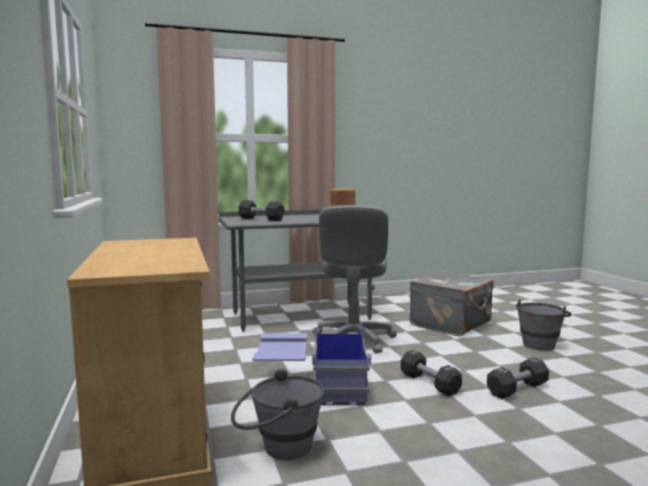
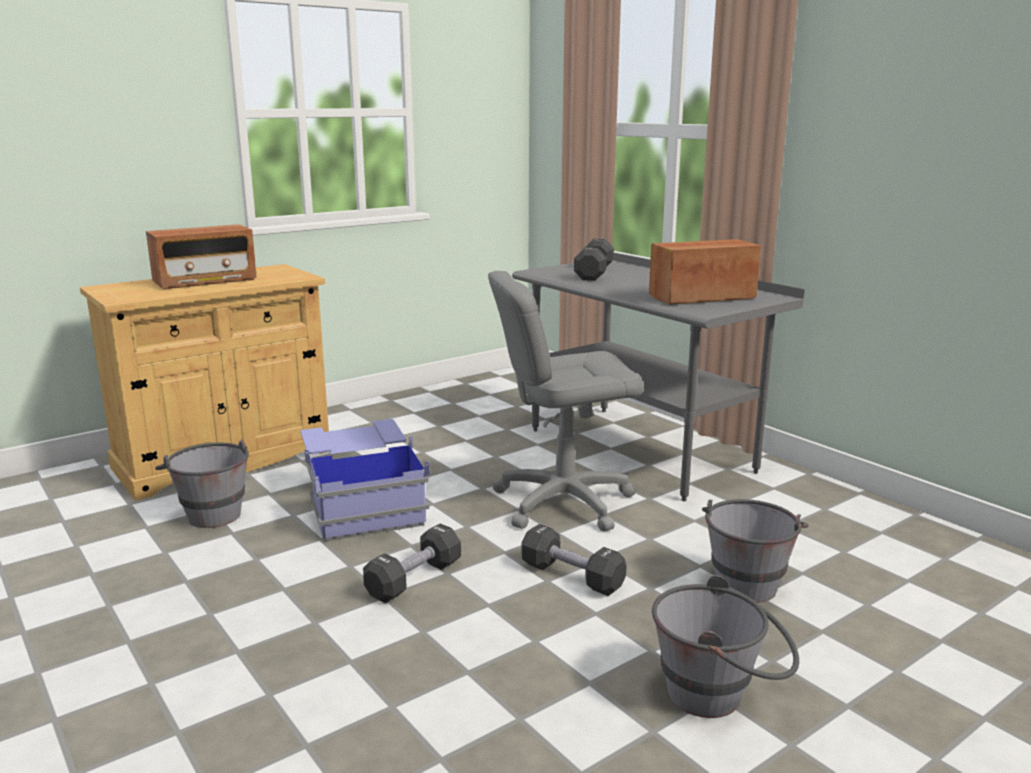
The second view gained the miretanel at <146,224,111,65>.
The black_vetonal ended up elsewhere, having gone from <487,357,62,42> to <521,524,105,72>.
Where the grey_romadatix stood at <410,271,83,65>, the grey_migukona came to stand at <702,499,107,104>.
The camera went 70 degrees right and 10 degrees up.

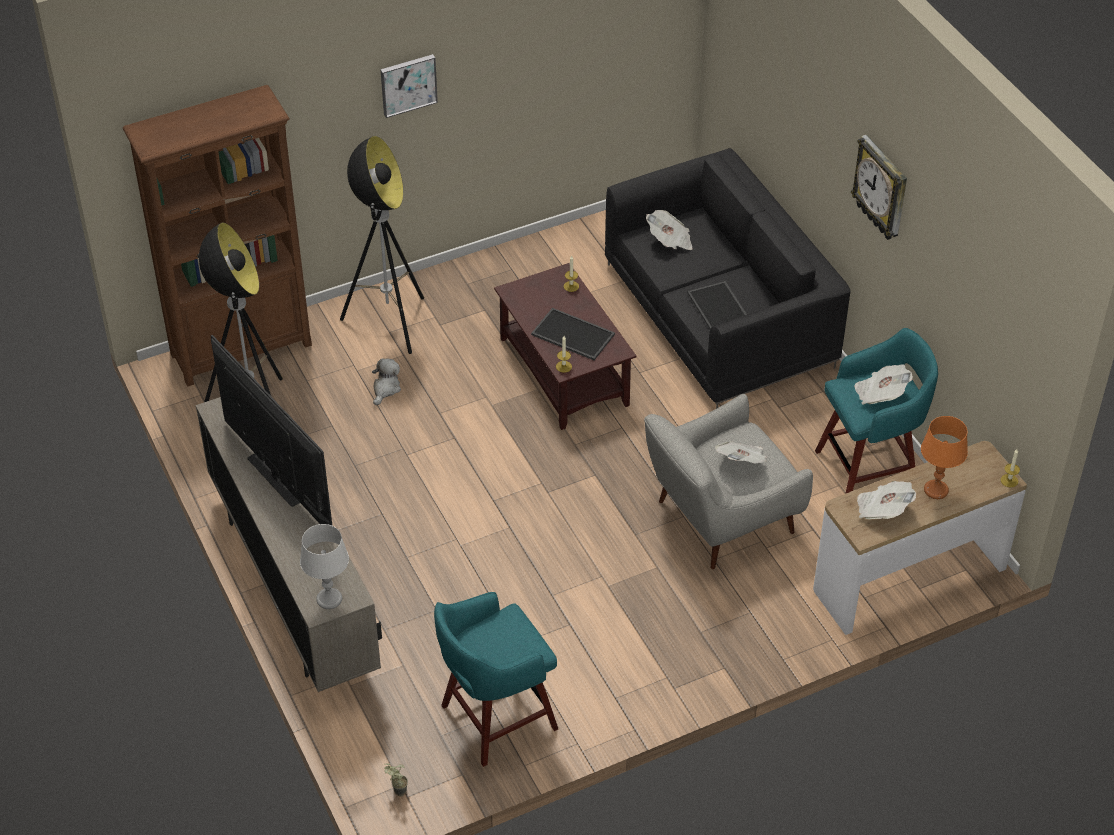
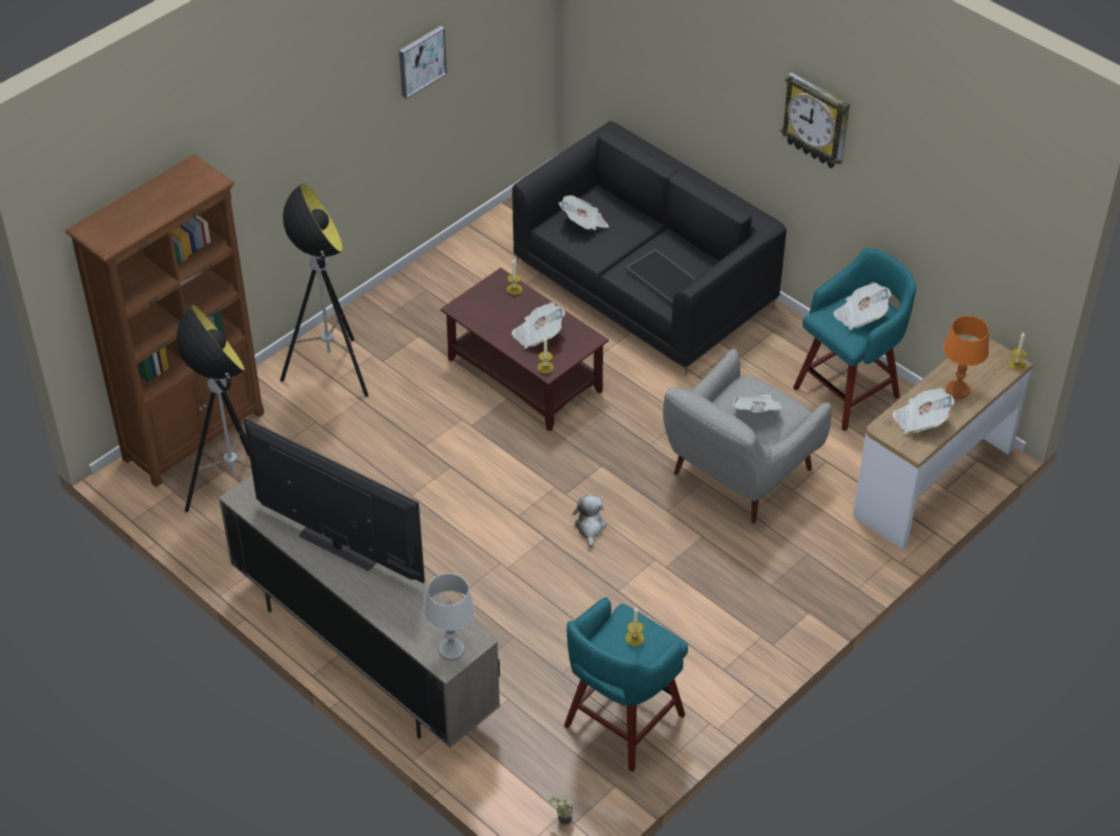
The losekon ended up elsewhere, having gone from <380,54,58,64> to <399,26,48,73>.
Where the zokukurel stood at <531,308,84,52>, the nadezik came to stand at <512,303,53,46>.
The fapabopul ended up elsewhere, having gone from <372,358,29,47> to <573,495,33,53>.
The second view gained the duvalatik at <625,607,19,39>.
The camera went 20 degrees left and 0 degrees up.

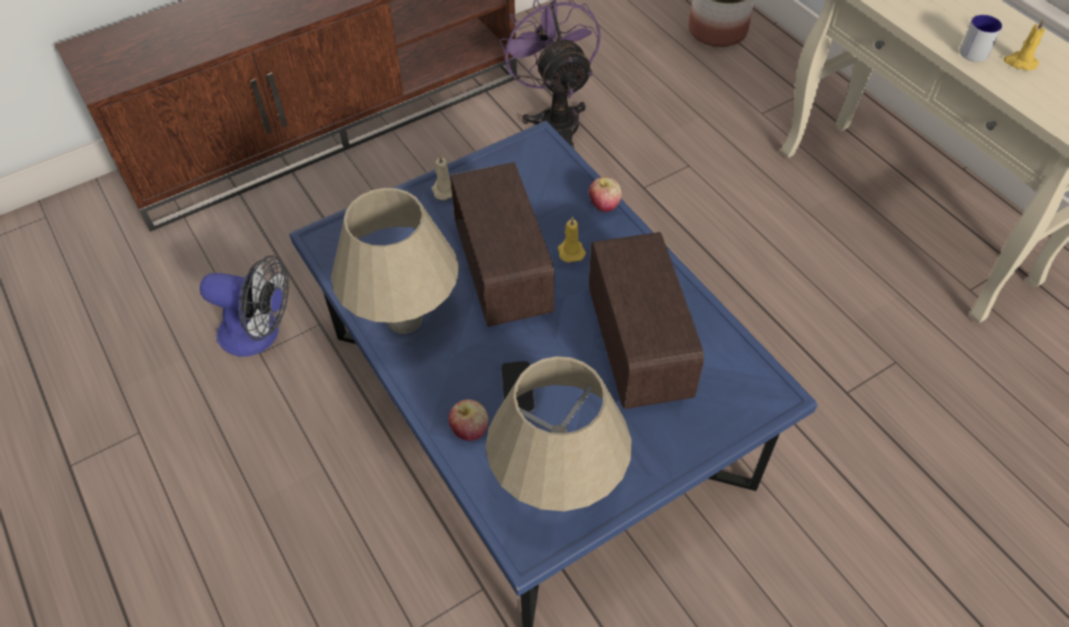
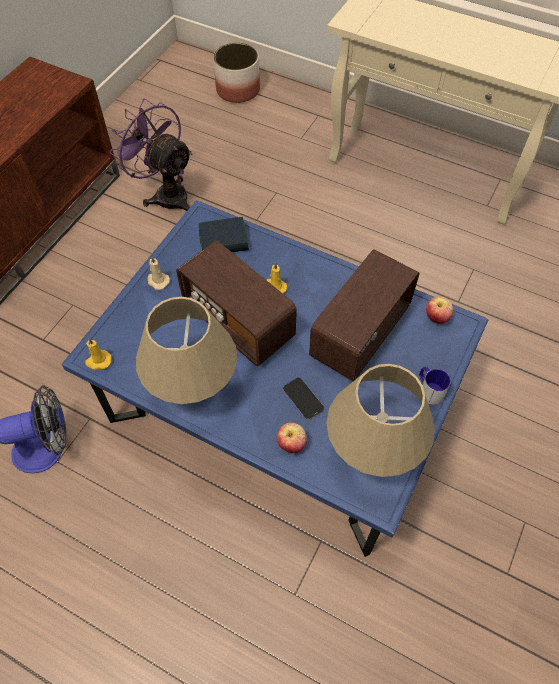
The yellow_duvalatik ended up elsewhere, having gone from <1003,18,42,53> to <85,338,26,32>.
The second view gained the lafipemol at <199,217,50,35>.
The miretanel at <589,232,115,177> ended up facing another way, 75 degrees clockwise from before.
The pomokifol ended up elsewhere, having gone from <959,15,43,47> to <419,367,32,38>.
The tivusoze ended up elsewhere, having gone from <589,177,33,35> to <426,296,27,28>.
The camera went 30 degrees left and 5 degrees up.

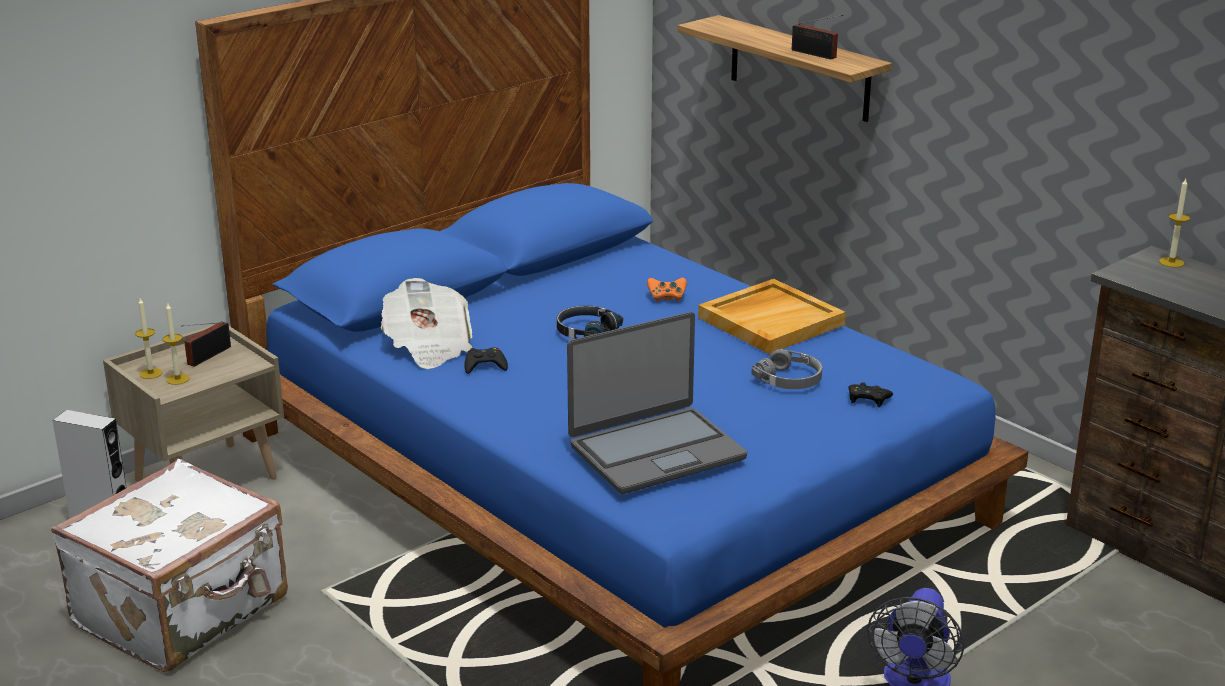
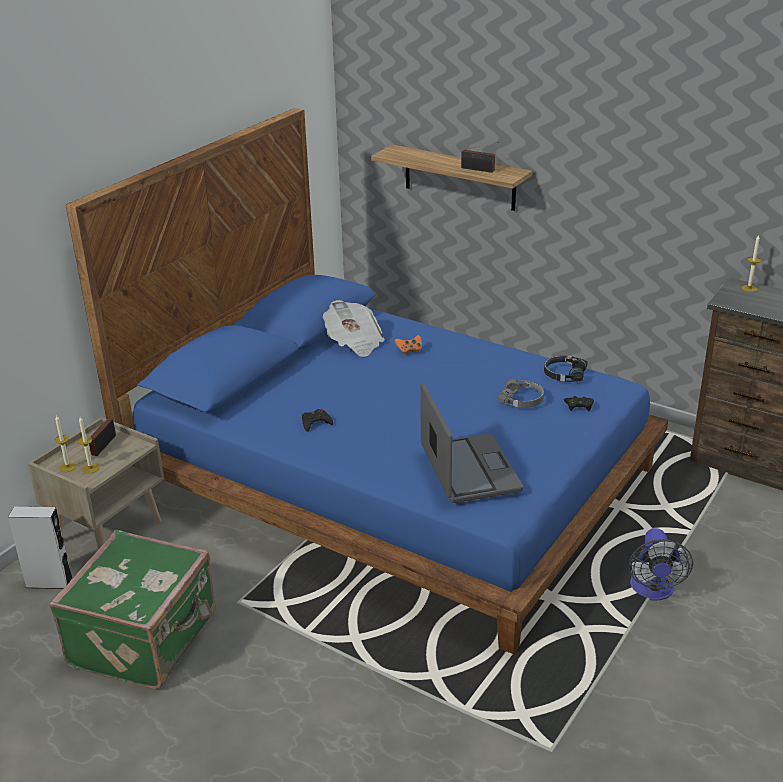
What was the white_romadatix at <51,459,237,213> turned into the green_romadatix at <49,530,167,159>.
The nadezik ended up elsewhere, having gone from <381,278,91,91> to <323,300,62,57>.
The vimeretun at <567,312,180,182> ended up facing another way, 60 degrees counterclockwise from before.
The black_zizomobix ended up elsewhere, having gone from <557,306,66,33> to <544,356,44,26>.
The second view lost the beige_zokukurel at <698,279,148,75>.
The camera went 15 degrees left and 5 degrees up.

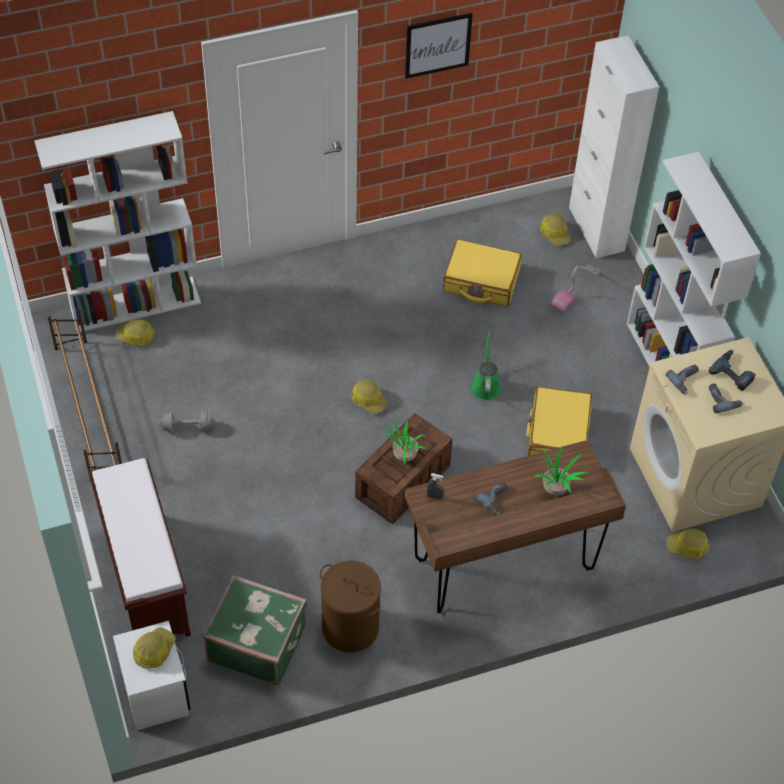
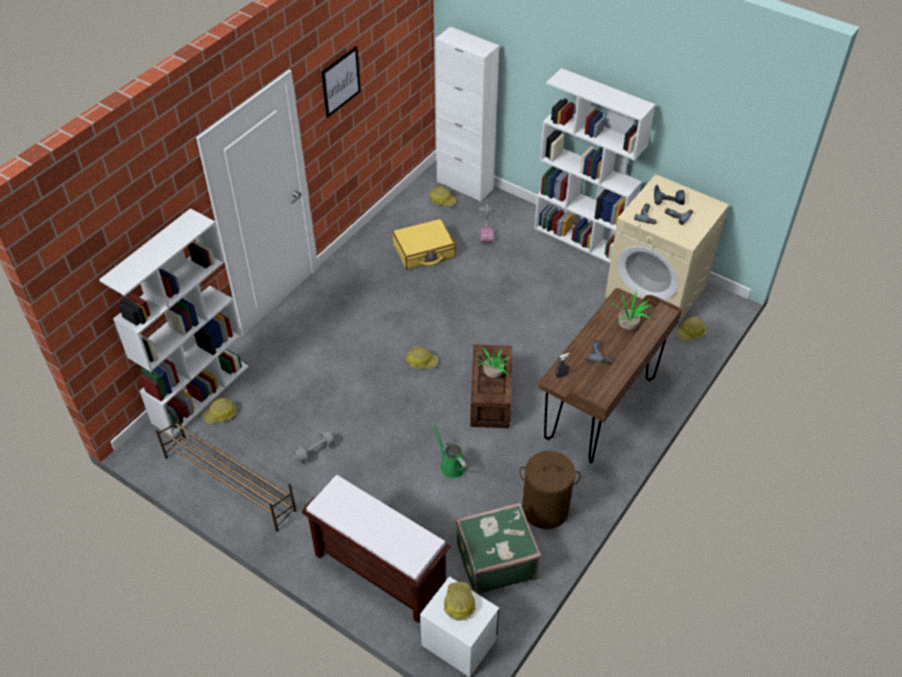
The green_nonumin ended up elsewhere, having gone from <471,332,30,69> to <432,422,35,56>.
The second view lost the yellow_romadatix at <526,387,66,69>.
The camera went 35 degrees left and 5 degrees down.

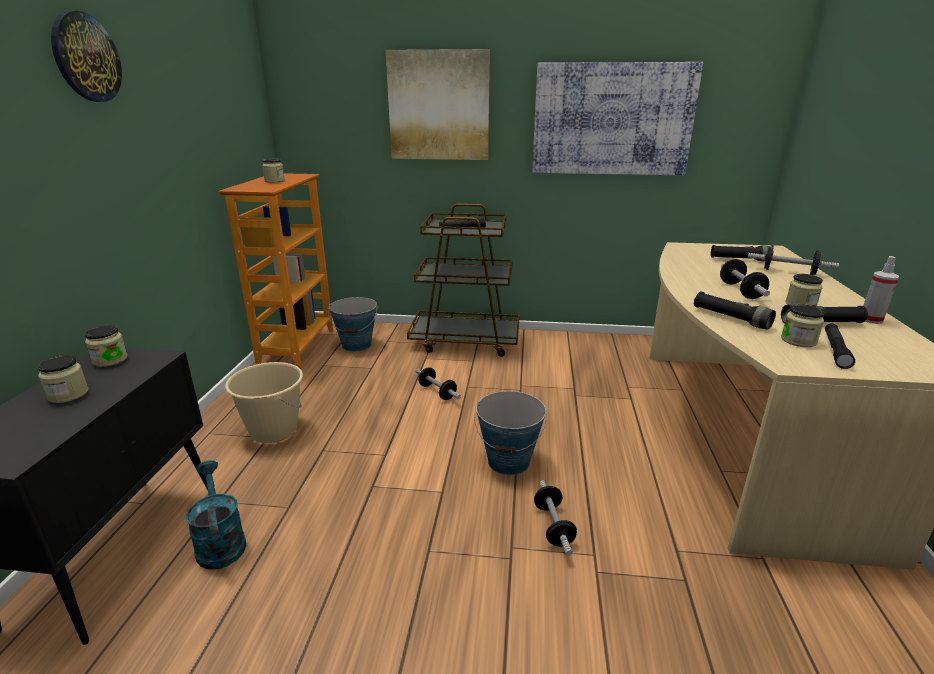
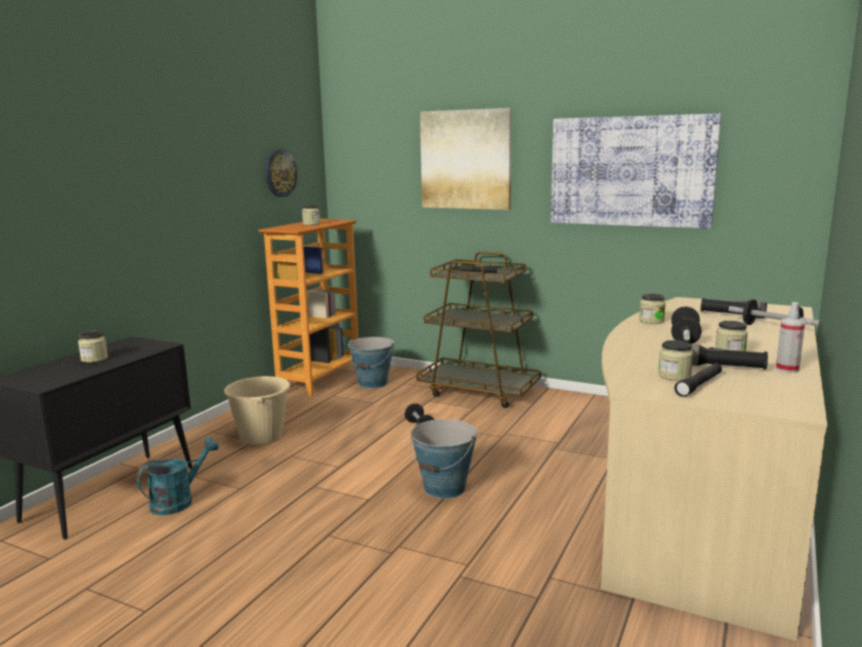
The turquoise_nonumin at <186,460,60,110> ended up facing another way, 45 degrees clockwise from before.
The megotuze ended up elsewhere, having gone from <51,11,71,91> to <265,149,32,48>.
The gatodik ended up elsewhere, having gone from <85,325,43,42> to <639,294,27,30>.
The second view lost the vetonal at <534,480,43,76>.
The second view lost the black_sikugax at <694,292,82,38>.
The camera went 20 degrees right and 10 degrees down.

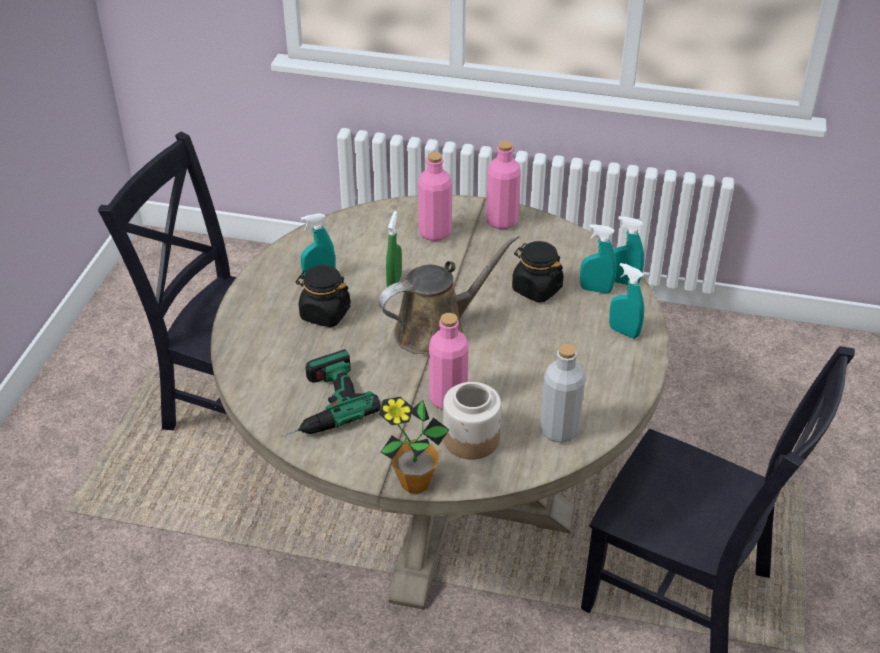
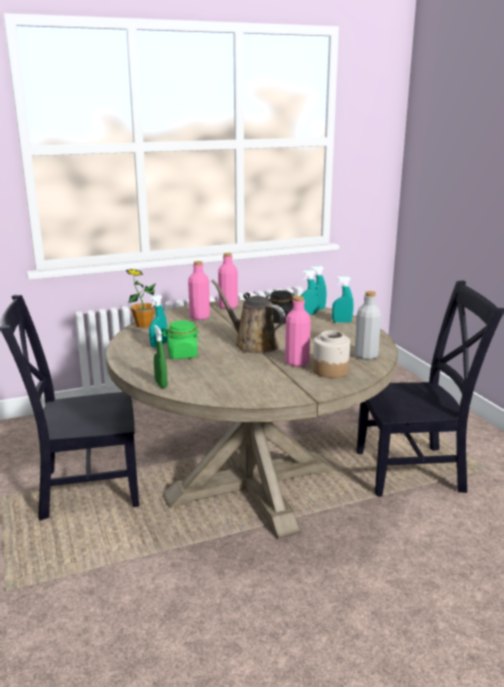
The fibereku ended up elsewhere, having gone from <379,397,70,97> to <126,269,30,59>.
The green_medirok ended up elsewhere, having gone from <386,211,16,76> to <154,325,13,63>.
What was the black_gatodik at <296,265,55,62> turned into the green_gatodik at <163,320,38,39>.
The brown_nonumin at <378,234,142,120> ended up facing another way, 75 degrees counterclockwise from before.
The second view lost the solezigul at <281,349,99,88>.
The camera went 35 degrees left and 20 degrees down.

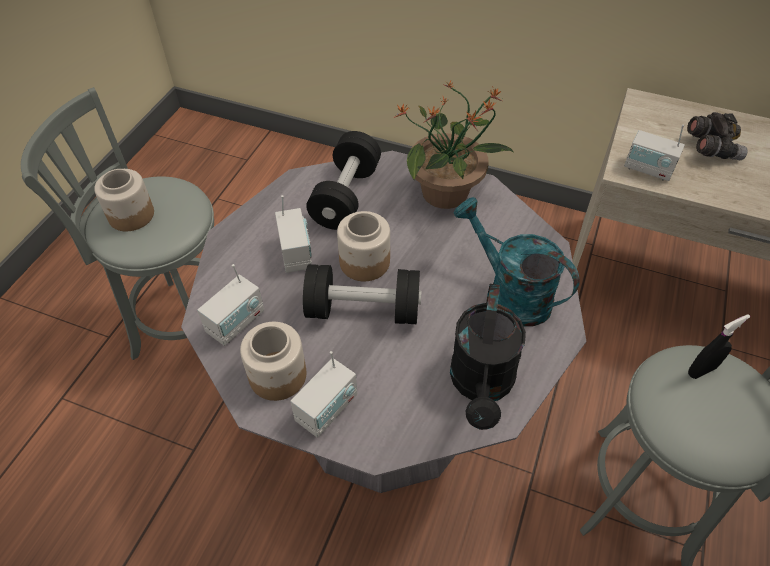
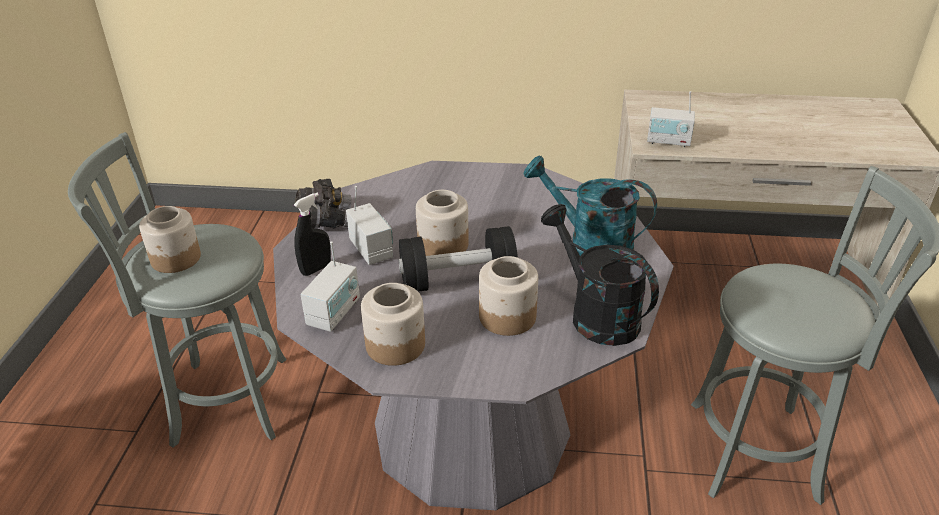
The black_medirok ended up elsewhere, having gone from <688,314,62,65> to <294,193,37,83>.
The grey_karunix ended up elsewhere, having gone from <687,112,61,49> to <296,179,55,49>.
The second view gained the gatodik at <479,256,59,80>.
The black_nonumin at <450,284,76,146> ended up facing another way, 150 degrees clockwise from before.
The second view lost the miretanel at <290,351,67,87>.
The second view lost the black_vetonal at <306,131,75,99>.
The second view lost the fibereku at <394,81,119,128>.
The camera went 15 degrees left and 15 degrees down.

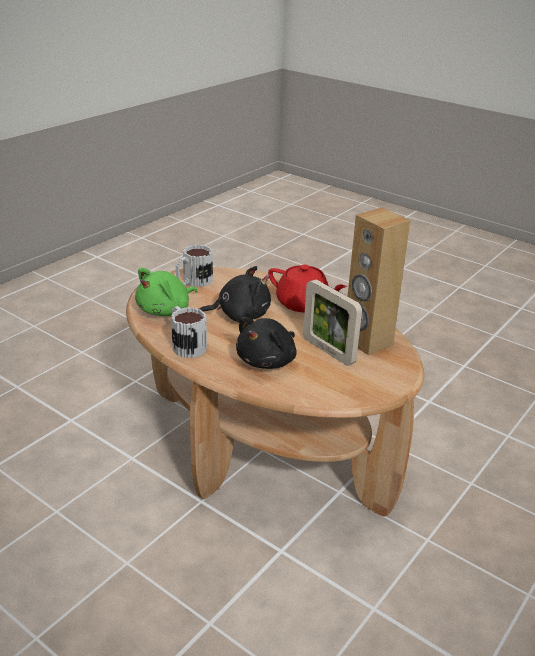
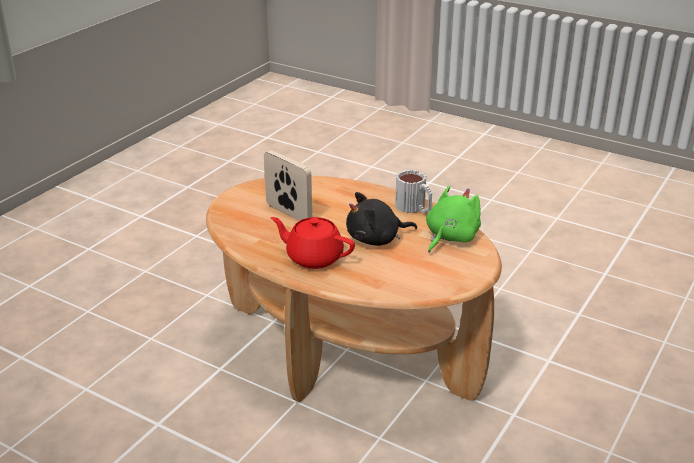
The second view lost the pomokifol at <176,245,37,42>.
The second view lost the black_fapabopul at <236,317,61,52>.
The second view lost the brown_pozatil at <348,208,62,147>.
The camera went 175 degrees right and 0 degrees up.

